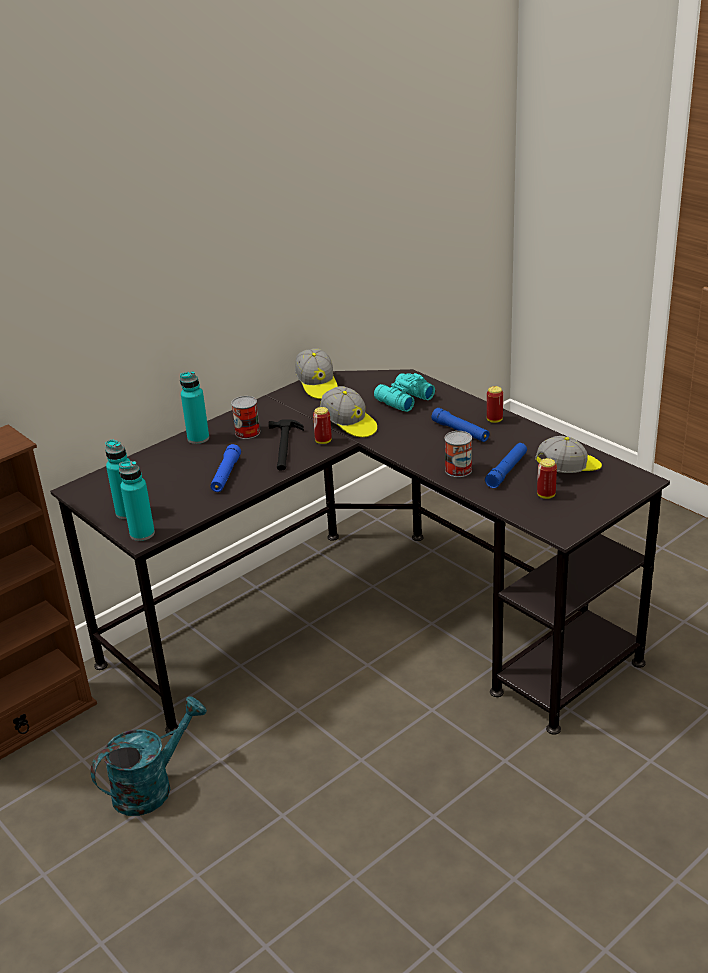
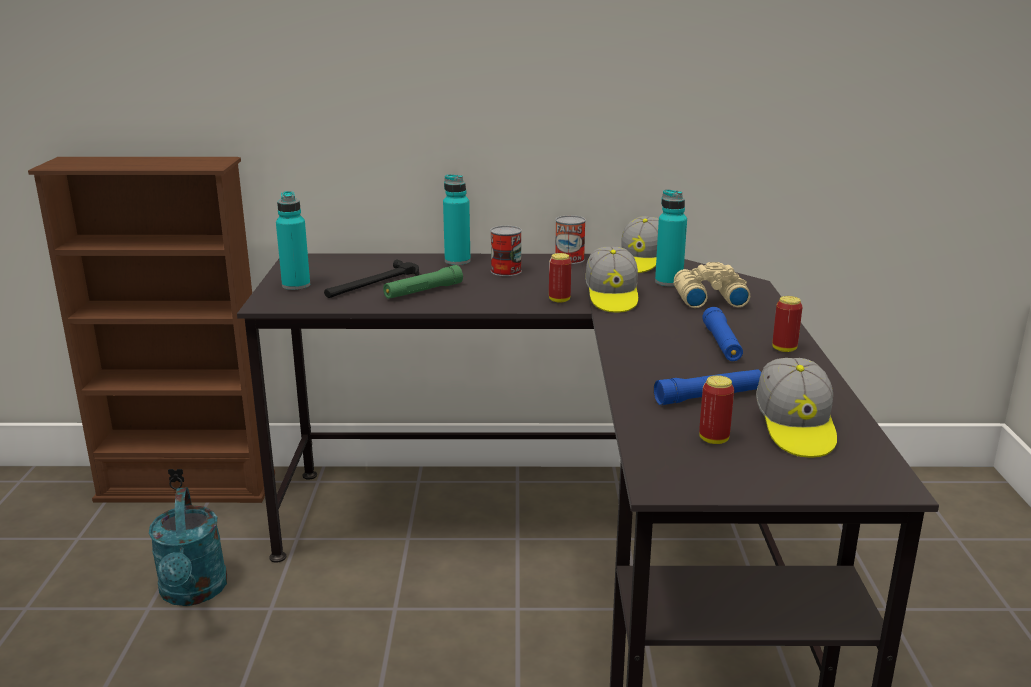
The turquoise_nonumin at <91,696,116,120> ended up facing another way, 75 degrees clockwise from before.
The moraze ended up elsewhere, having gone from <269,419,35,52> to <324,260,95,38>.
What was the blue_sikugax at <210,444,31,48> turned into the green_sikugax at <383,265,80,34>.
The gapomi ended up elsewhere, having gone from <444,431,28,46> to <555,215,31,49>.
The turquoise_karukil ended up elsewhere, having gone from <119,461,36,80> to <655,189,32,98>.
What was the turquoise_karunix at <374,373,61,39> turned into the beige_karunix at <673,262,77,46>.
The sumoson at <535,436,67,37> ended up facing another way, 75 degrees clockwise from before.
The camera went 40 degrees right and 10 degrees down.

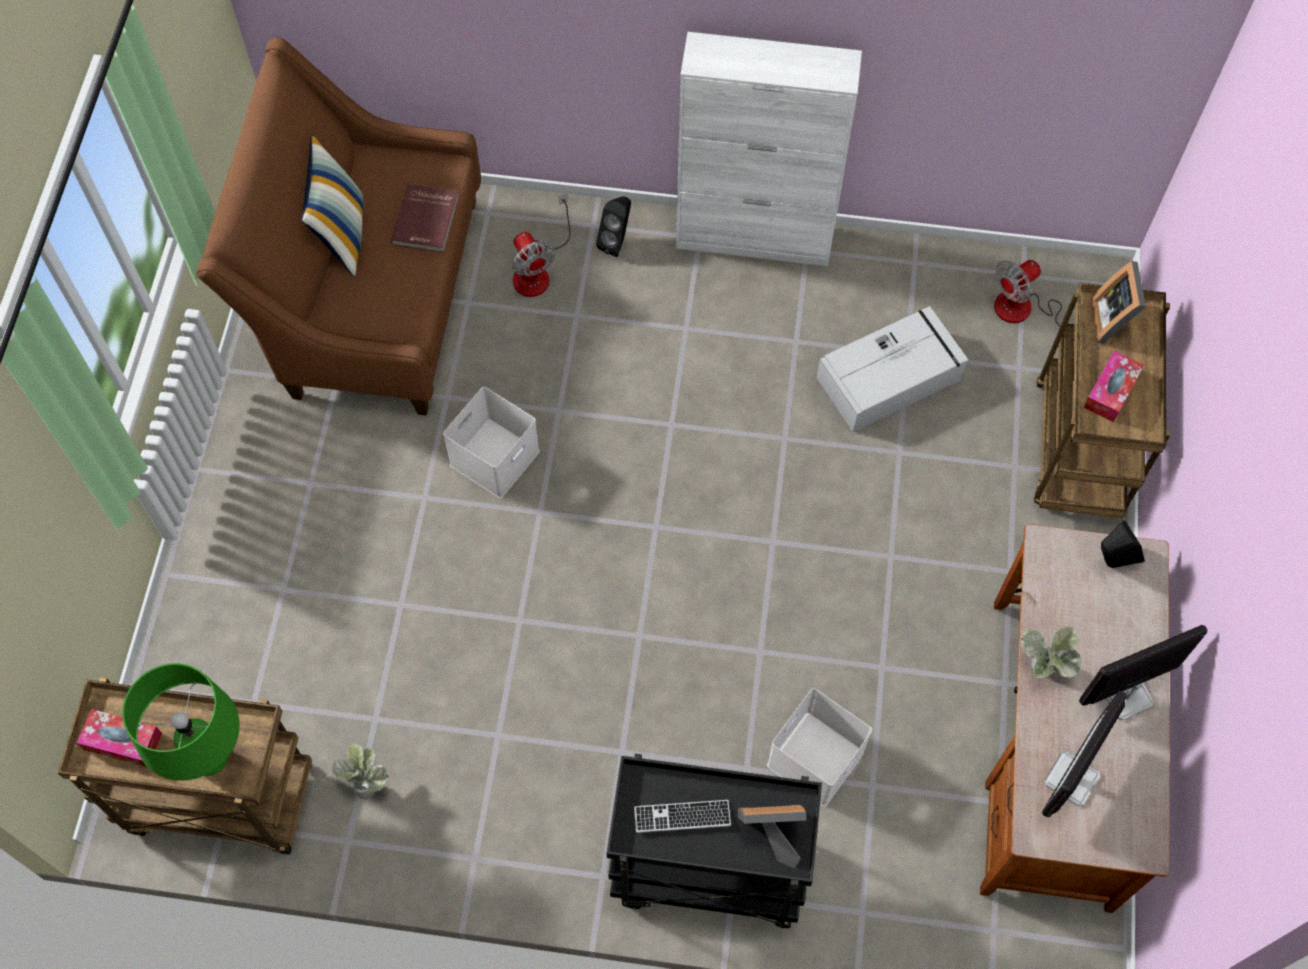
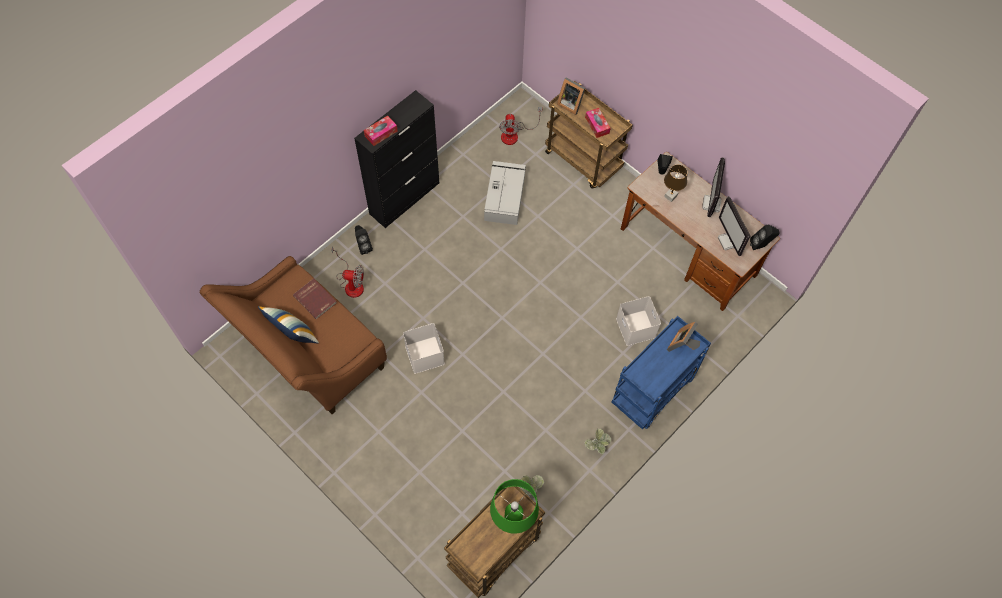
What was the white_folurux at <676,32,186,234> turned into the black_folurux at <354,90,85,138>.
The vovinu ended up elsewhere, having gone from <77,709,85,58> to <364,116,34,30>.
The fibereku ended up elsewhere, having gone from <1021,626,60,53> to <584,429,27,25>.
What was the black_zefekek at <606,754,216,175> turned into the blue_zefekek at <612,316,99,114>.
The second view gained the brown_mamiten at <664,164,23,38>.
The second view gained the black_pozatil at <750,225,29,25>.
The second view lost the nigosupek at <634,800,97,33>.
The camera went 55 degrees left and 0 degrees up.

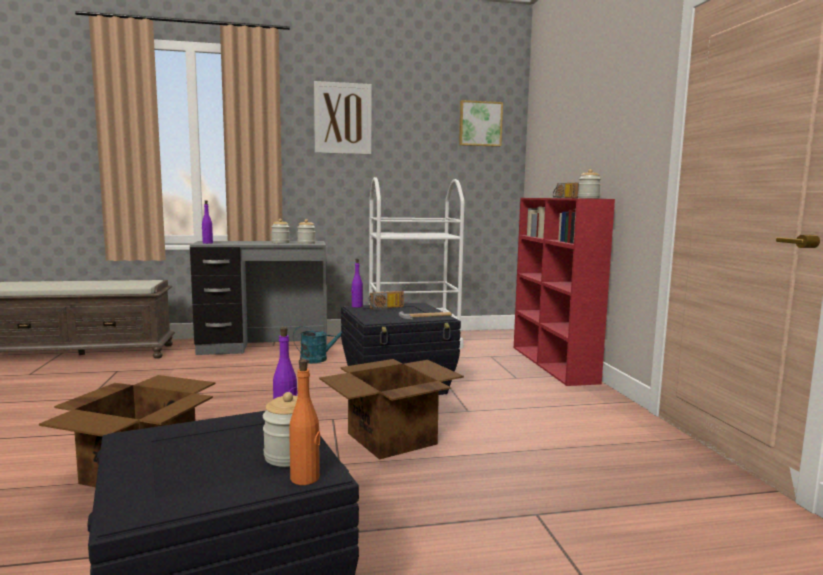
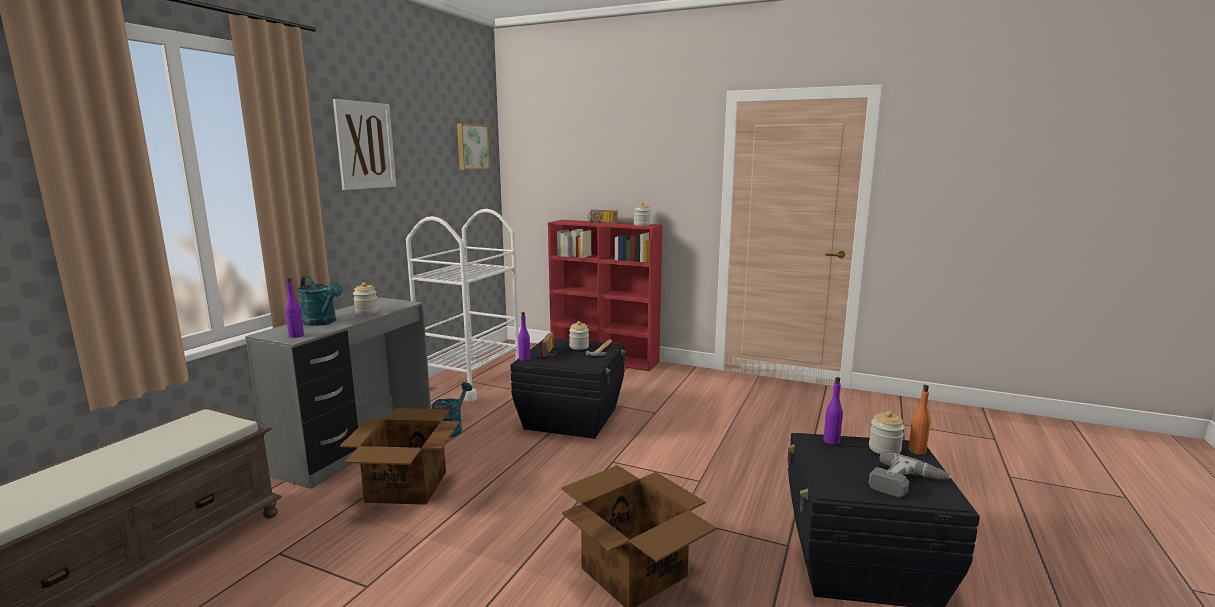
The second view gained the turquoise_nonumin at <297,276,46,50>.
The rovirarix ended up elsewhere, having gone from <319,359,145,101> to <340,408,120,97>.
The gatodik ended up elsewhere, having gone from <297,219,19,25> to <569,321,20,29>.
The second view gained the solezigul at <869,451,83,47>.
The camera went 55 degrees left and 5 degrees up.

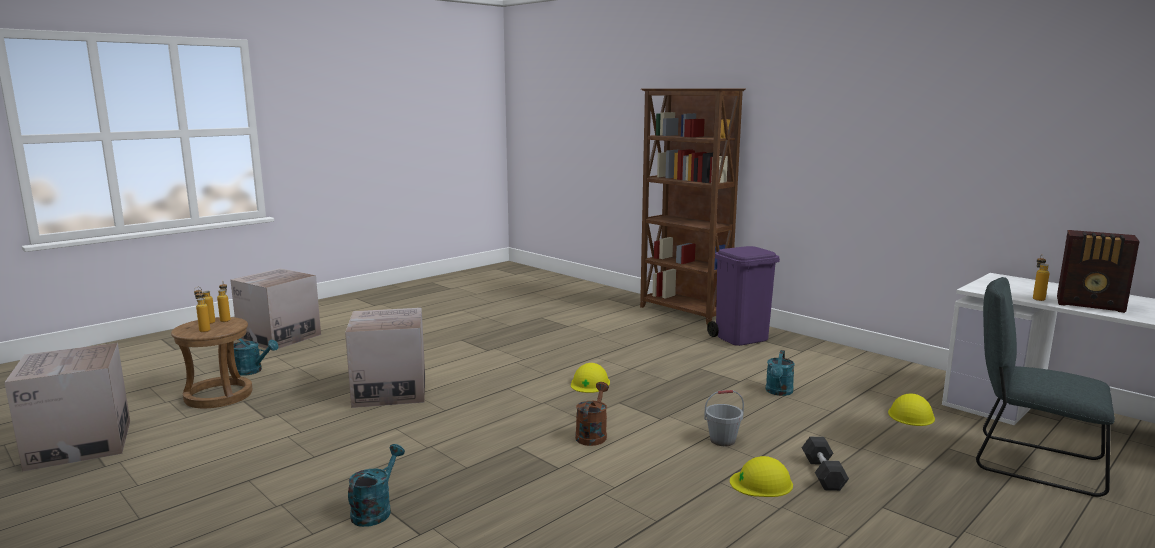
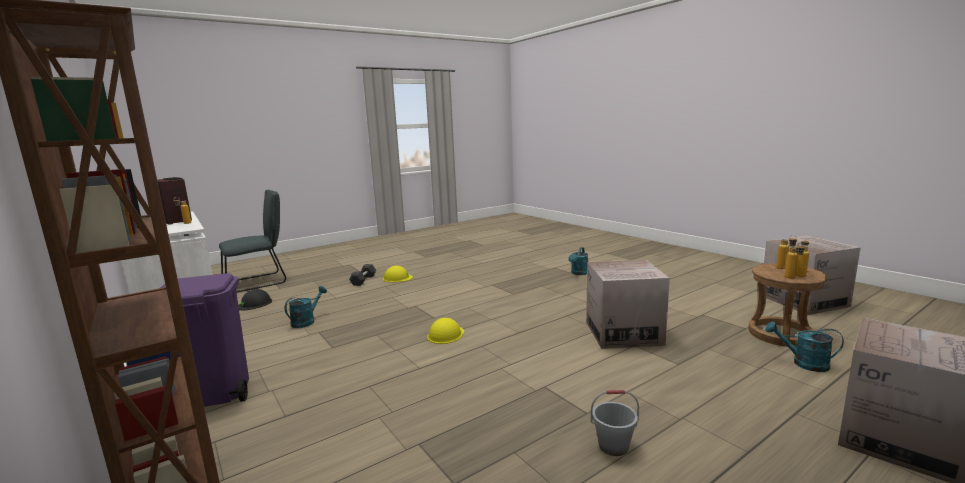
The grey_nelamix at <976,277,139,220> ended up facing another way, 75 degrees counterclockwise from before.
What was the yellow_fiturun at <888,393,47,33> turned into the black_fiturun at <238,289,34,21>.
The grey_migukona ended up elsewhere, having gone from <704,390,40,56> to <591,390,48,66>.
The second view lost the brown_nonumin at <575,382,34,64>.
The camera went 170 degrees left and 0 degrees up.

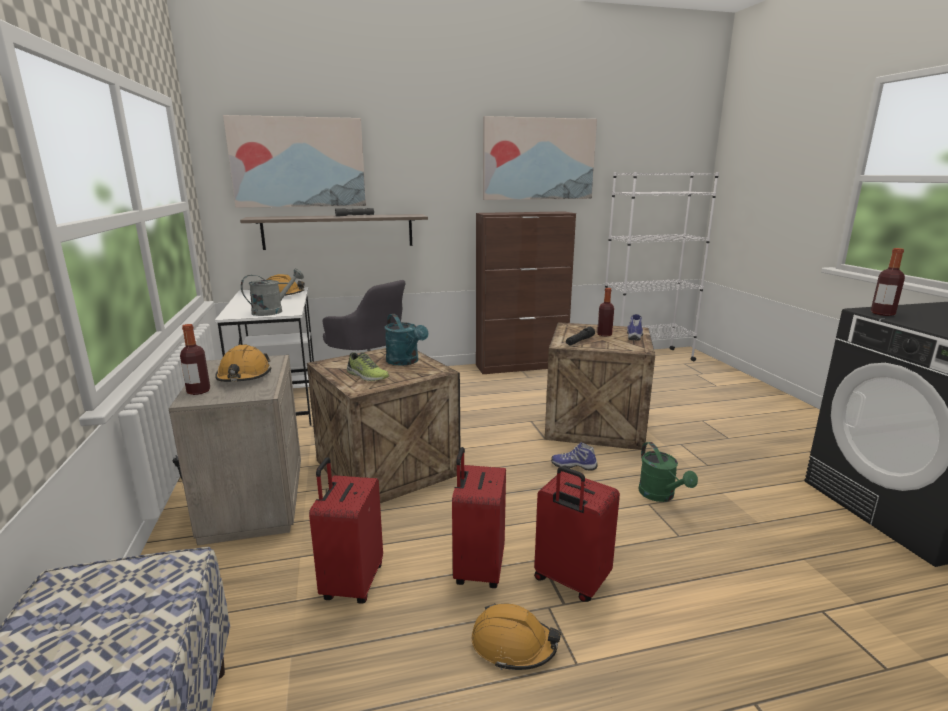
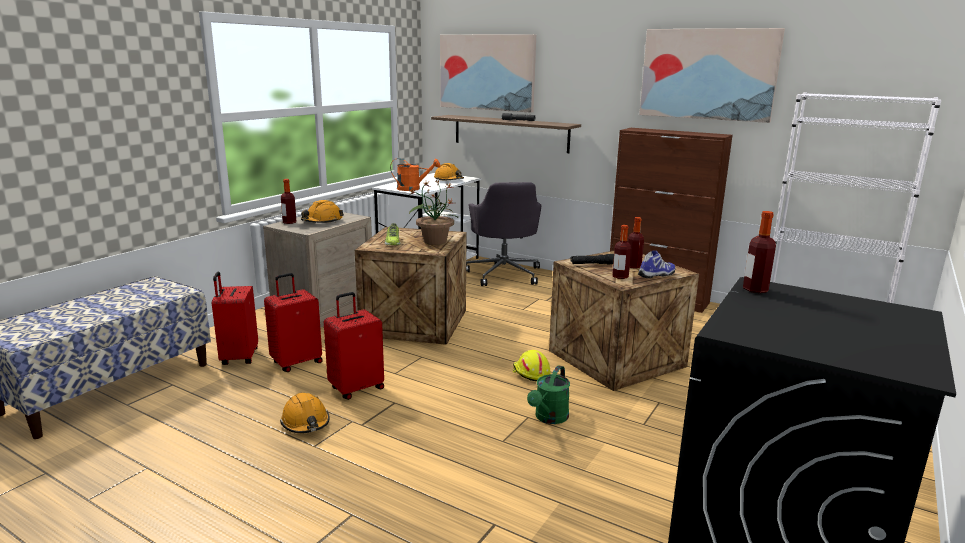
The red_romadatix ended up elsewhere, having gone from <534,466,86,136> to <212,272,46,93>.
What was the grey_nonumin at <241,268,63,48> turned into the orange_nonumin at <390,158,51,33>.
Where the turquoise_nonumin stood at <385,314,43,52>, the fibereku came to stand at <409,180,49,65>.
Where the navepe stood at <551,442,47,29>, the yellow_fiturun came to stand at <513,350,38,32>.
The second view gained the karukil at <612,225,19,54>.
The camera went 45 degrees right and 0 degrees up.

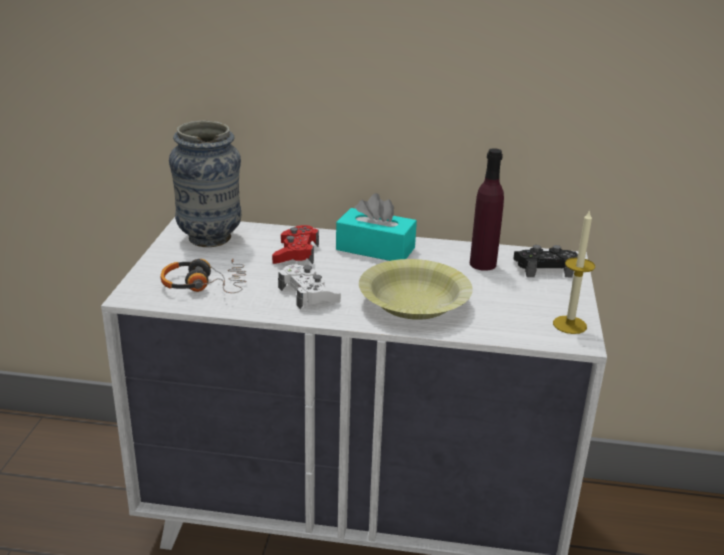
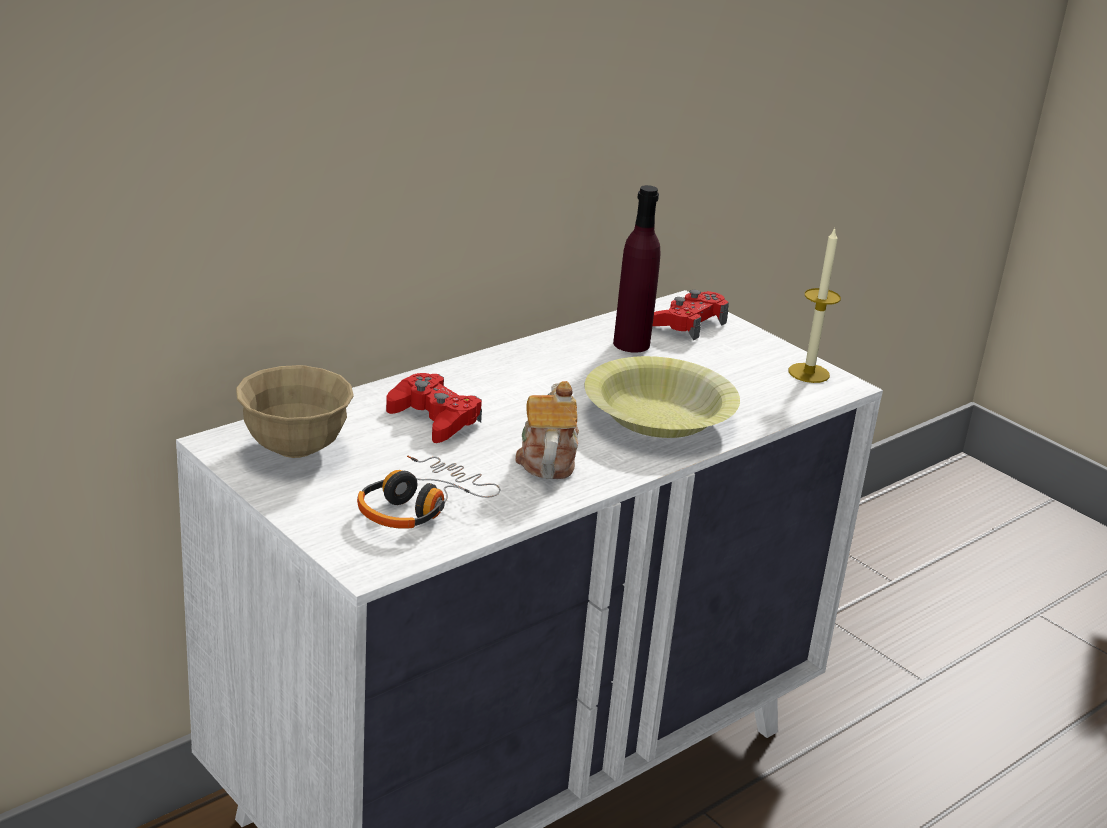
Where the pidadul stood at <169,121,72,126>, the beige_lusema came to stand at <236,365,118,93>.
Where the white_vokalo stood at <278,264,63,45>, the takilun came to stand at <515,381,64,98>.
What was the black_vokalo at <513,245,65,32> turned into the red_vokalo at <653,290,76,51>.
The second view lost the turquoise_vovinu at <336,193,81,68>.
The camera went 50 degrees left and 0 degrees up.

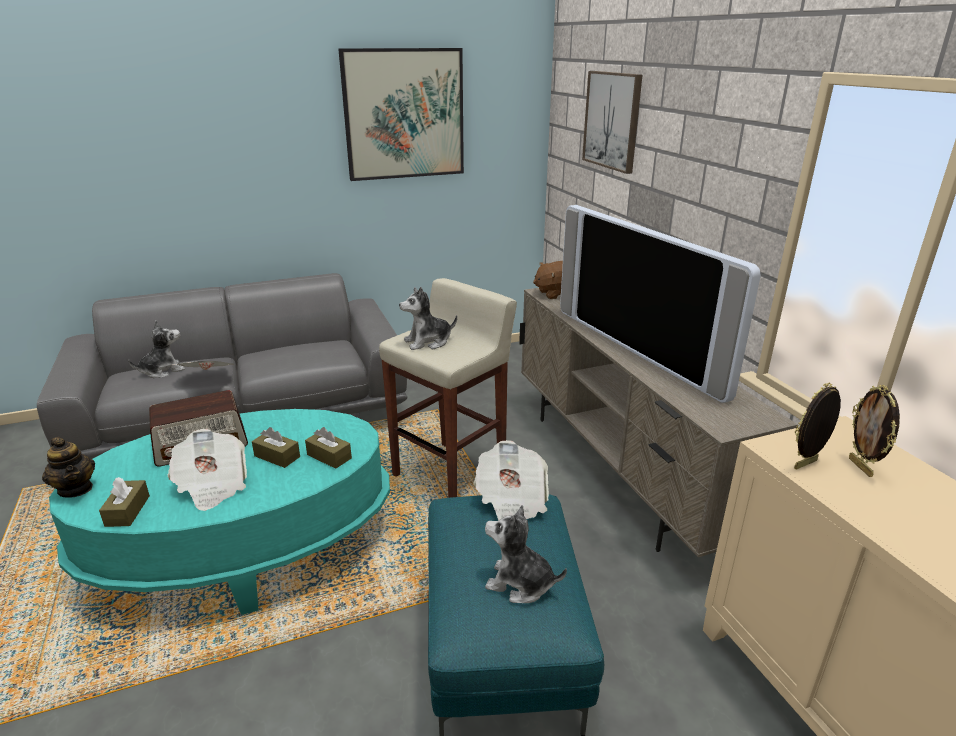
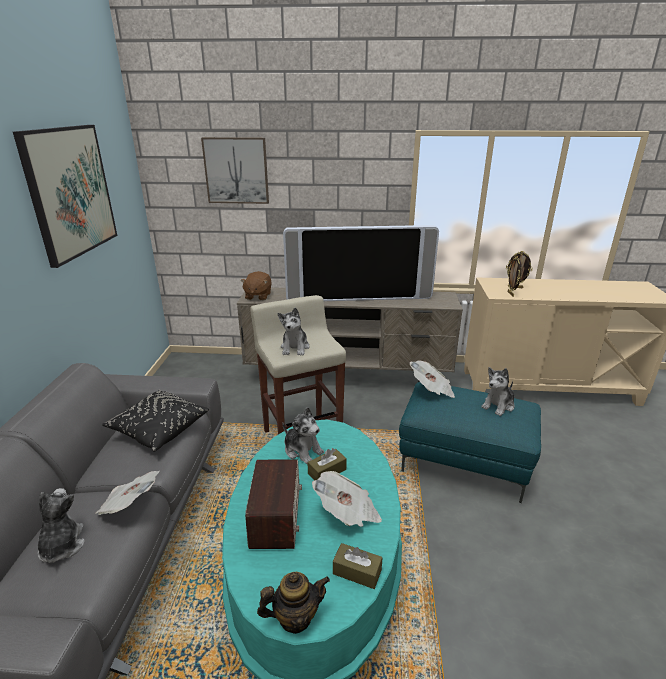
The second view gained the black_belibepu at <102,390,107,61>.
The second view gained the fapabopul at <282,407,42,58>.
The second view lost the brown_vovinu at <305,427,47,42>.
The camera went 65 degrees left and 0 degrees up.

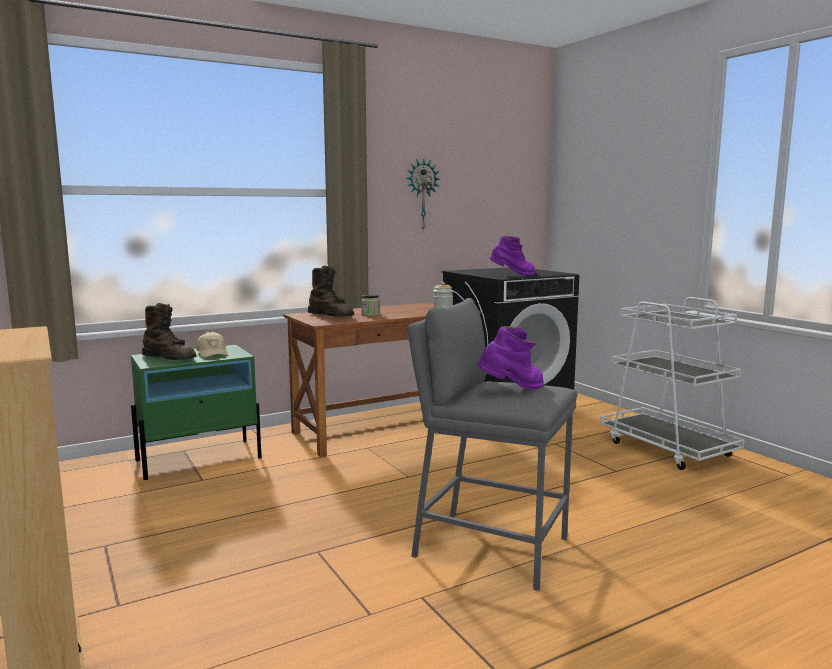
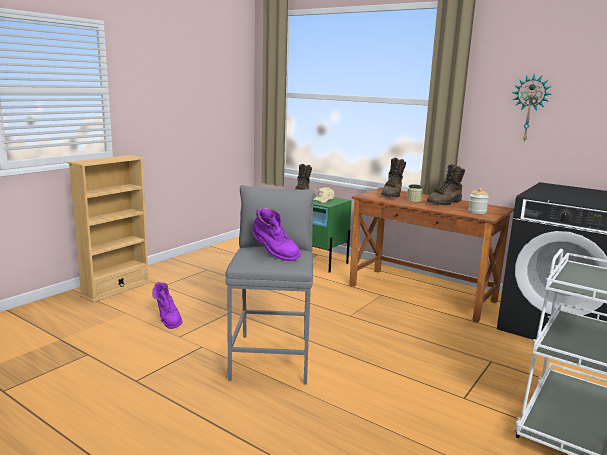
The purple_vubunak ended up elsewhere, having gone from <490,235,46,41> to <152,282,30,47>.
The second view gained the brown_vubunak at <427,164,38,41>.
The camera went 65 degrees right and 5 degrees up.

